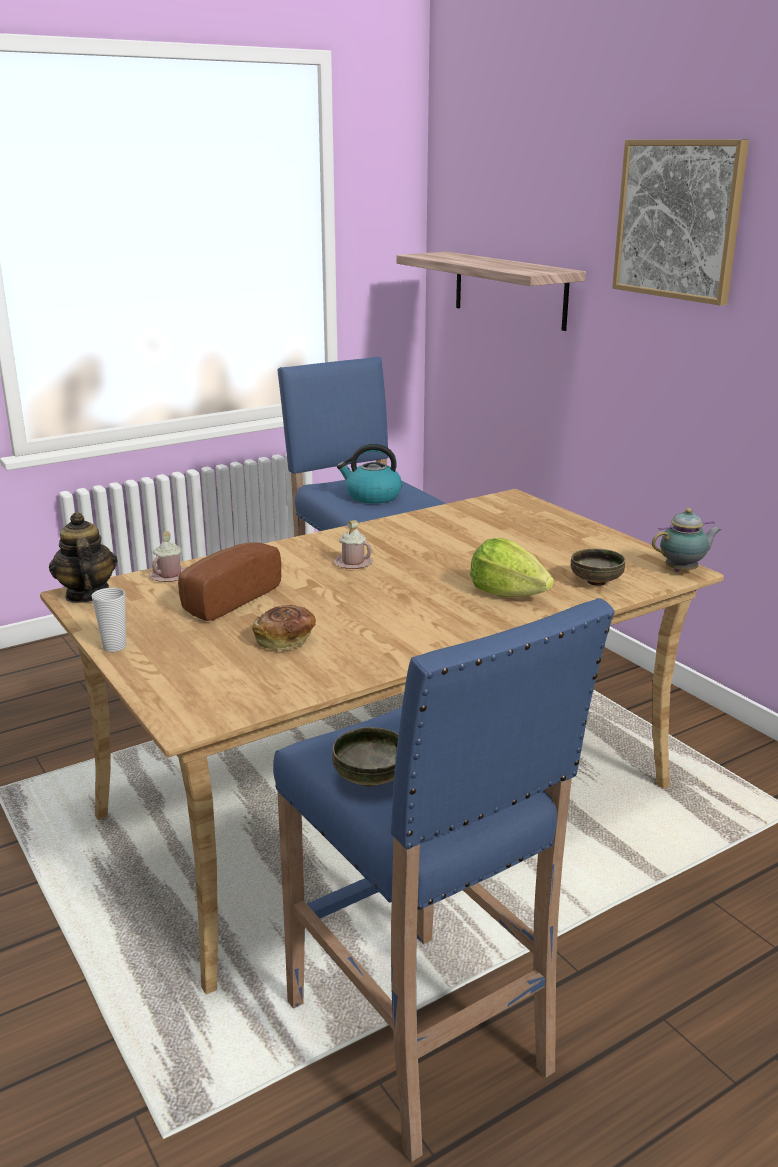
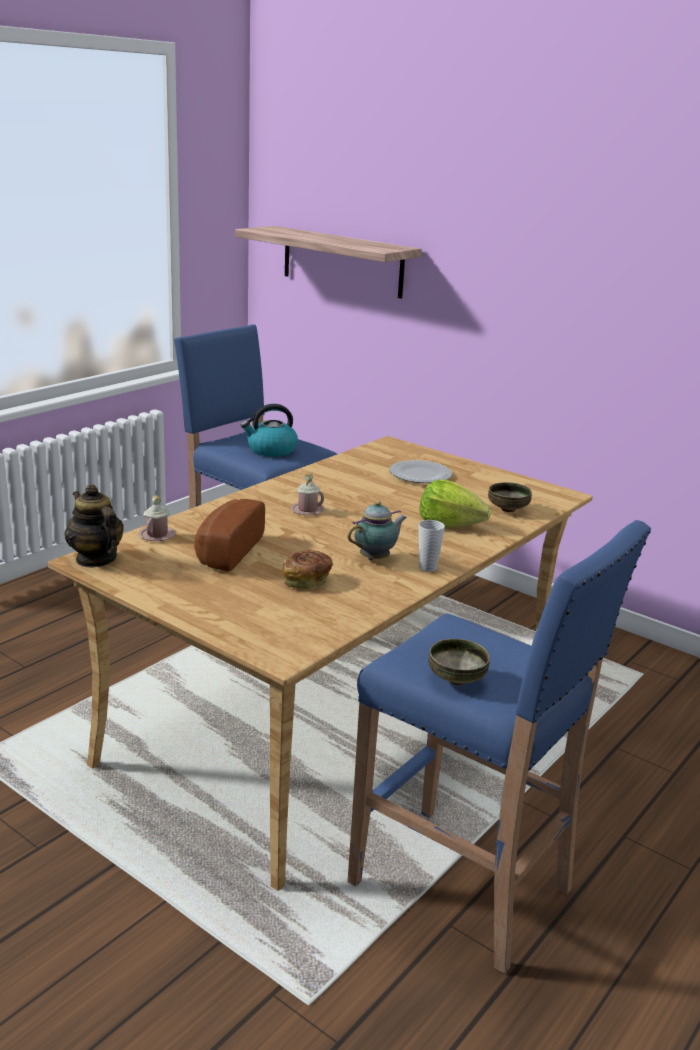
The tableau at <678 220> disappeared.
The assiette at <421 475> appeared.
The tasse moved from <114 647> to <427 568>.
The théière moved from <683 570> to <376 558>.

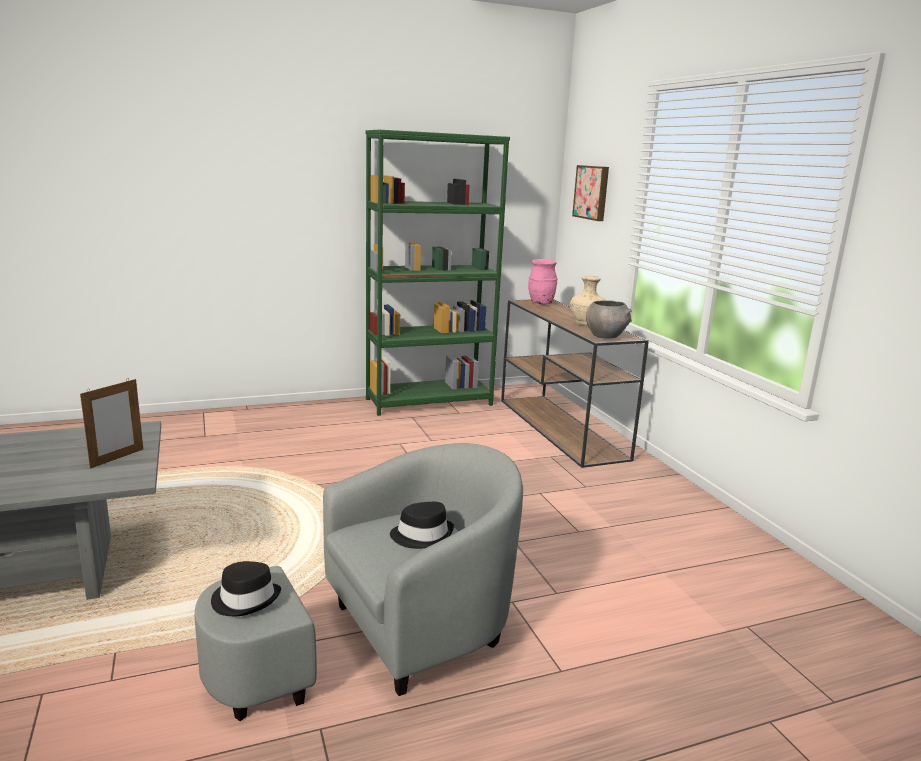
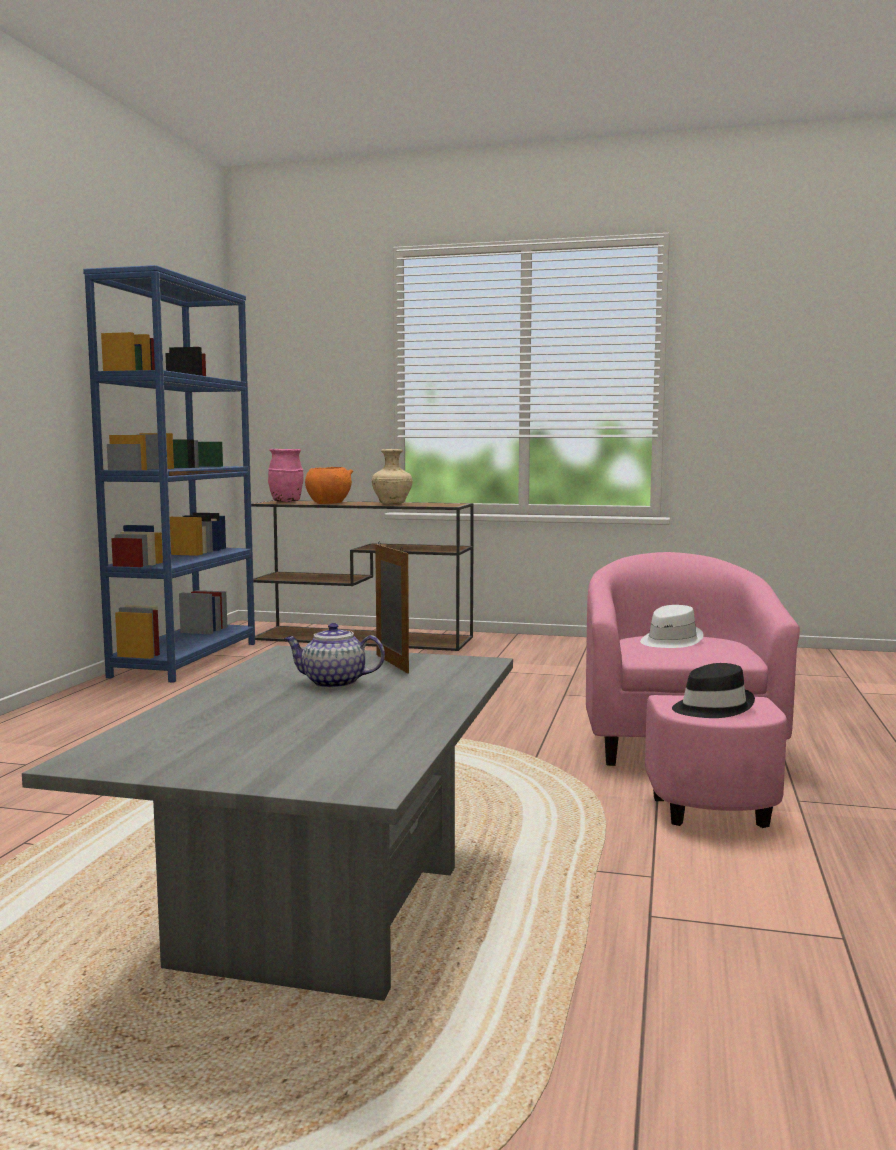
The tableau at <592 192> disappeared.
The bol [gris] at <606 336> disappeared.
The théière at <332 683> appeared.
The bol [orange] at <328 503> appeared.
The fauteuil [gris] at <385 641> became the fauteuil [rose] at <684 759>.
The bibliothèque [vert] at <429 402> became the bibliothèque [bleu] at <186 659>.
The chapeau [noir] at <422 535> became the chapeau [blanc] at <669 641>.

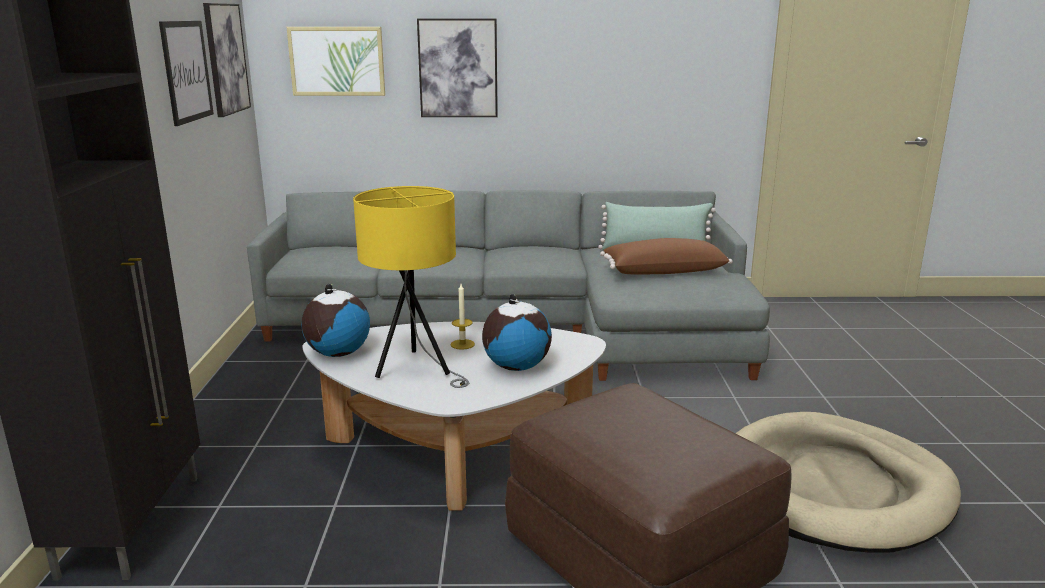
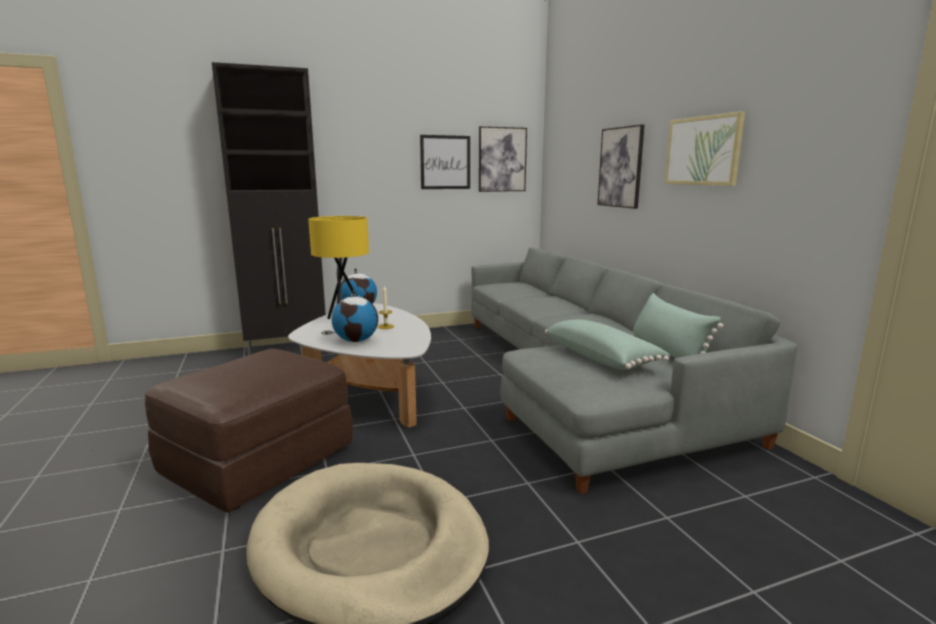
The tableau moved from <337 61> to <703 151>.
The coussin [marron] at <663 271> became the coussin [vert] at <602 358>.

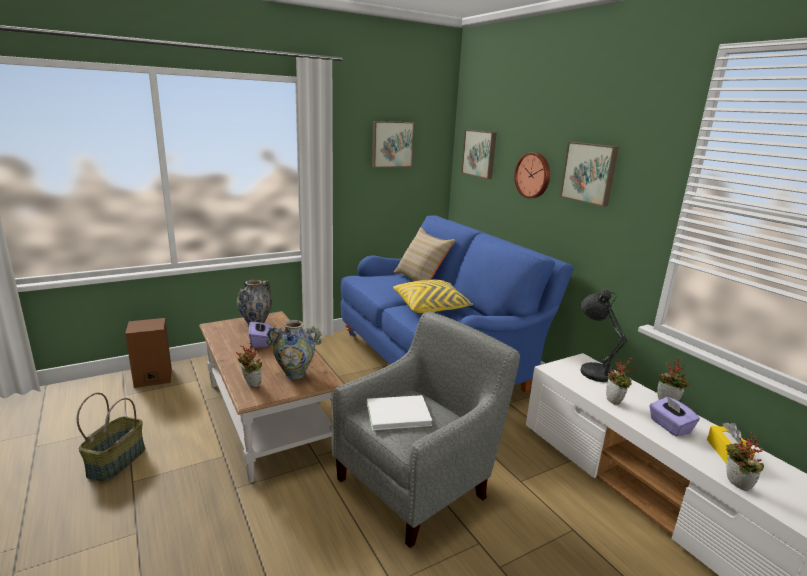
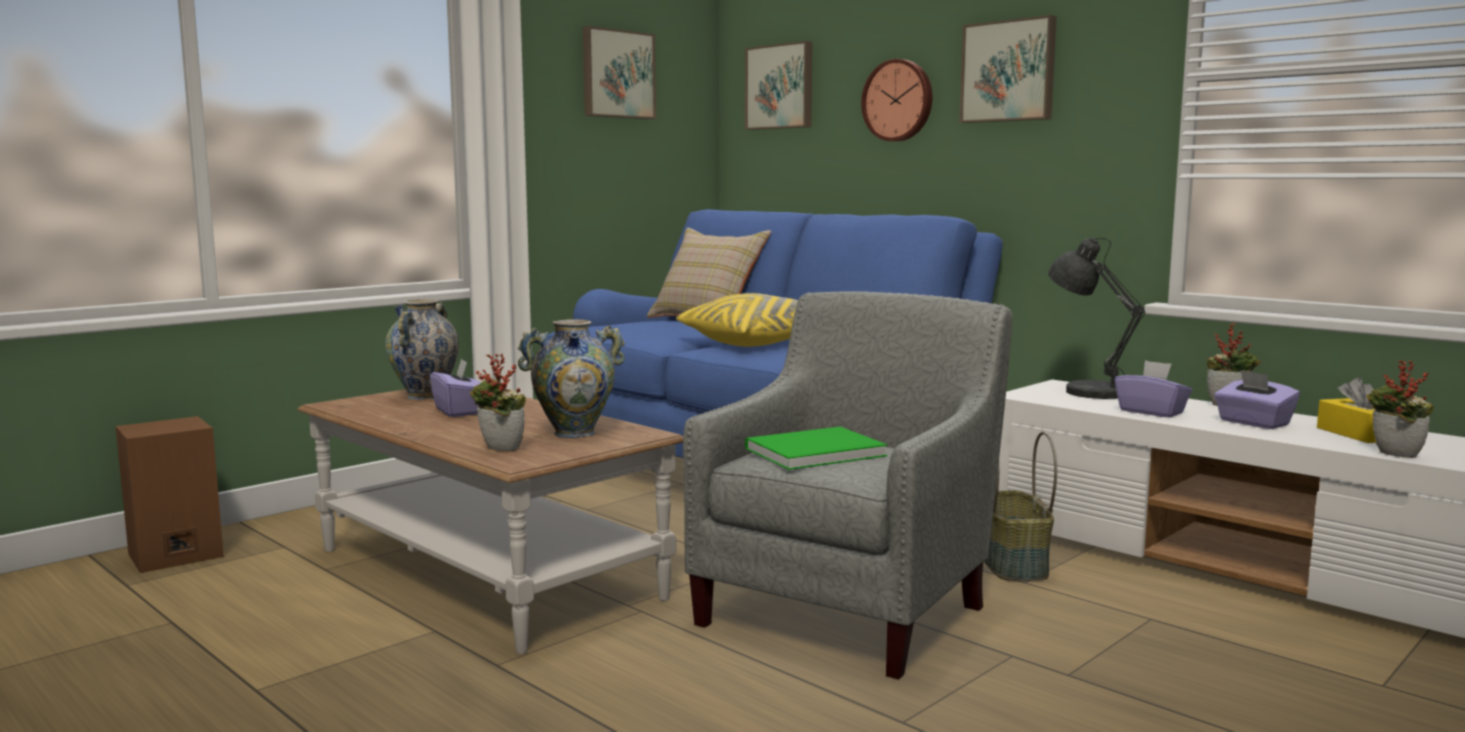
The panier moved from <116 461> to <1009 562>.
The plante en pot at <615 401> was replaced by the boîte à mouchoirs [violet] at <1151 412>.
The livre [blanc] at <396 413> became the livre [vert] at <810 452>.

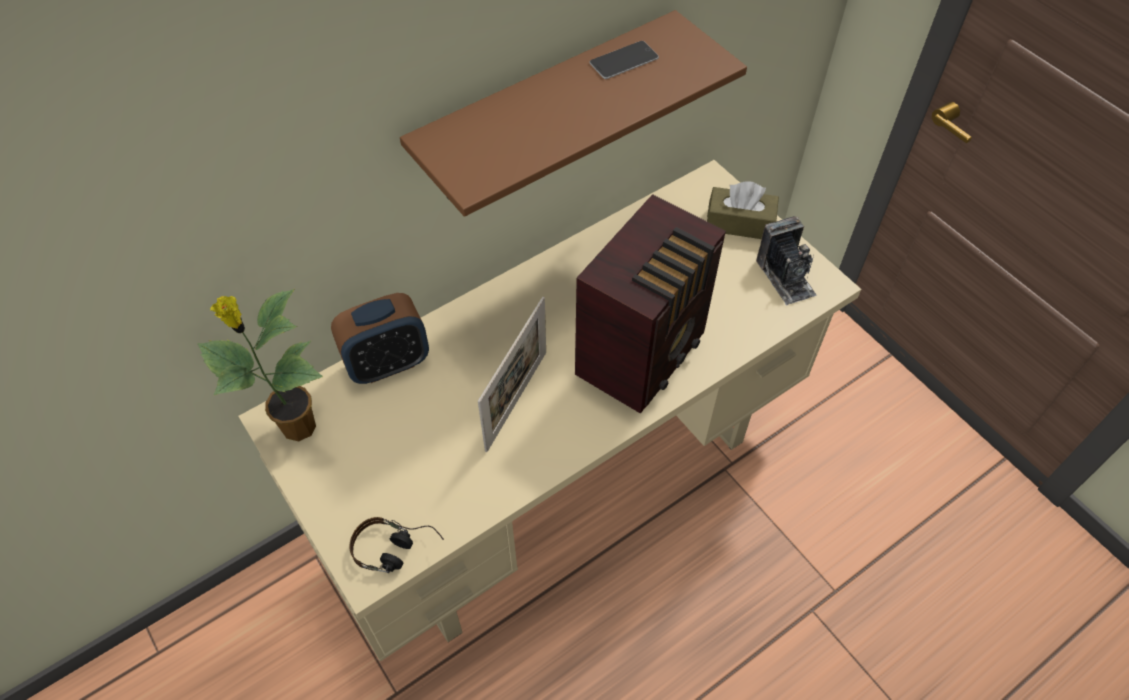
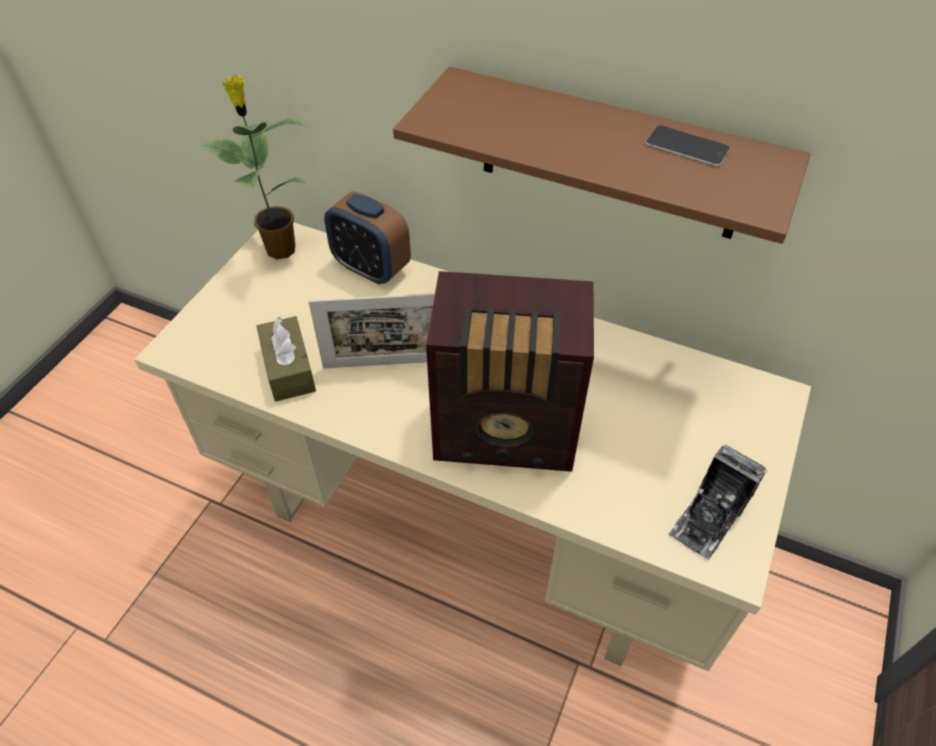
The casque audio at <398 551> disappeared.
The boîte à mouchoirs [marron] moved from <739 223> to <288 368>.

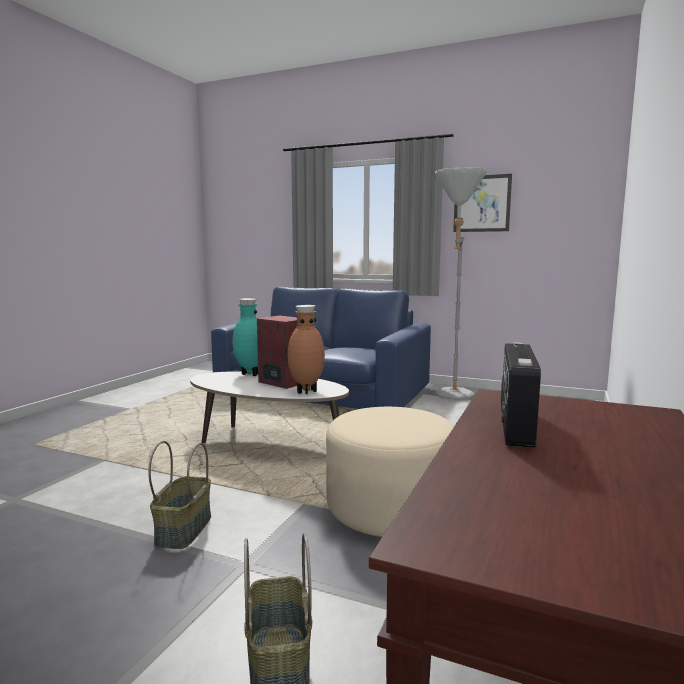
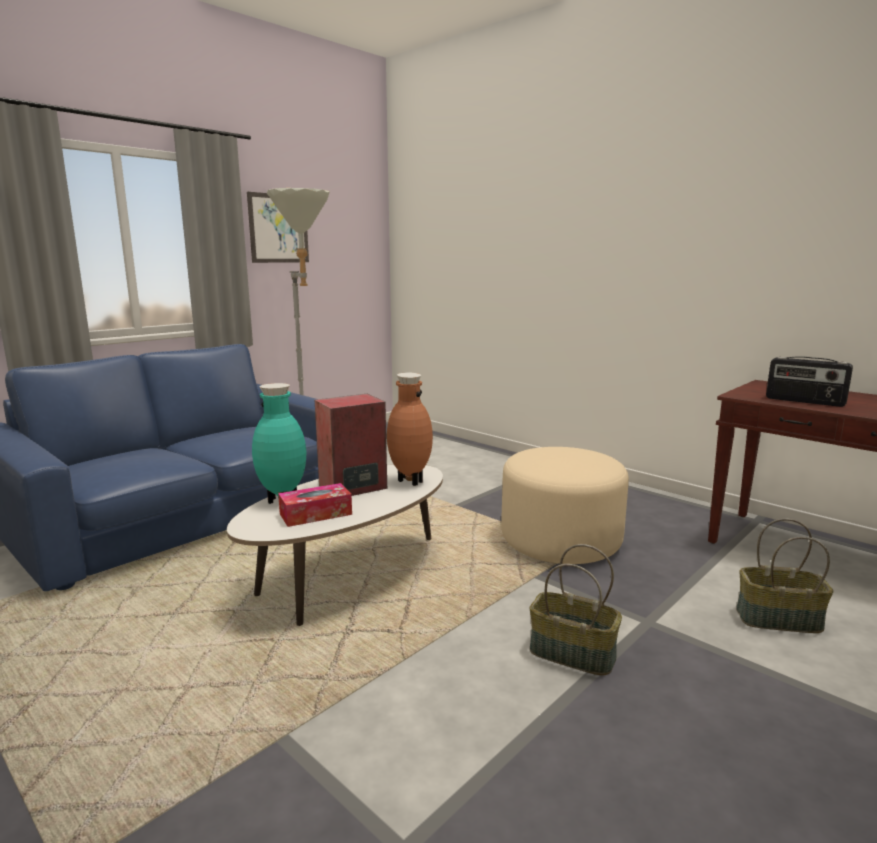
The boîte à mouchoirs at <315 514> appeared.

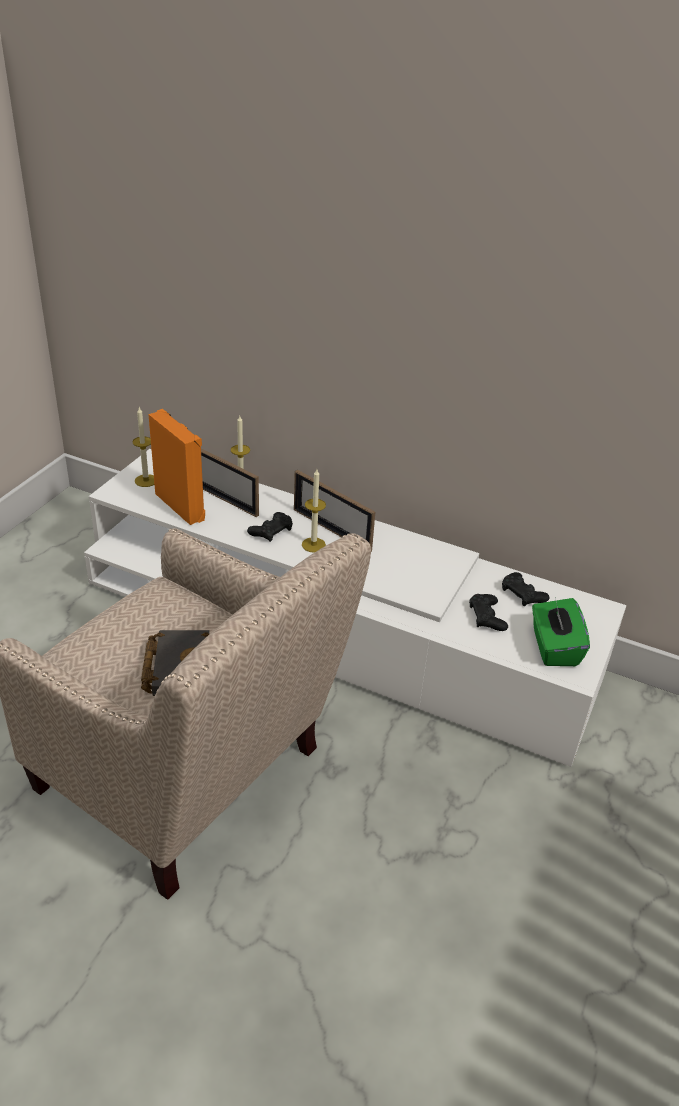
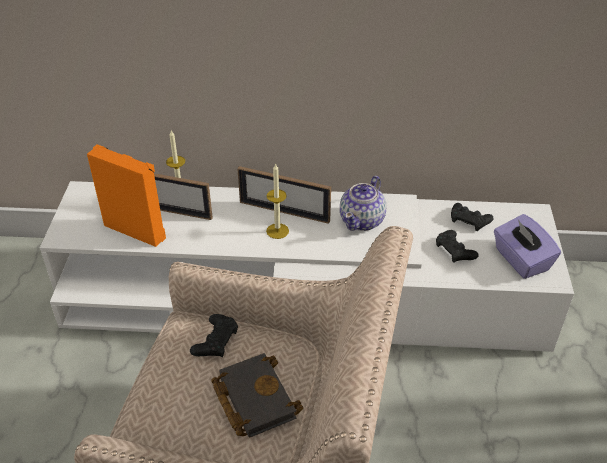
The bougie at <146 480> disappeared.
The théière at <362 220> appeared.
The manette [noir] moved from <271 531> to <215 341>.
The boîte à mouchoirs [vert] at <554 647> became the boîte à mouchoirs [violet] at <520 260>.

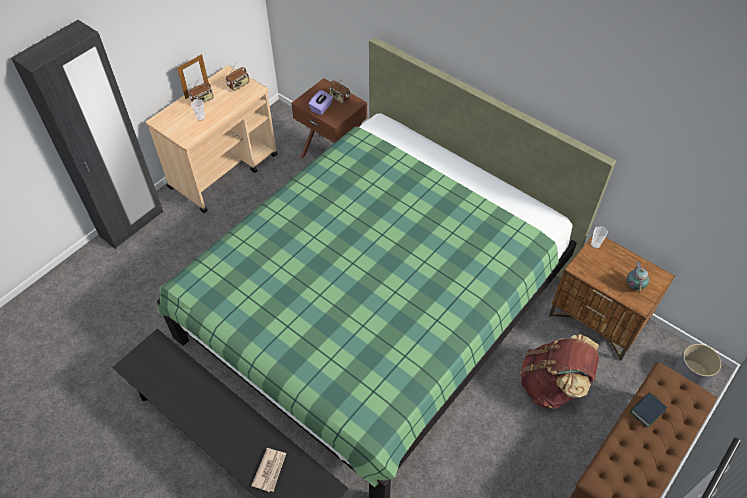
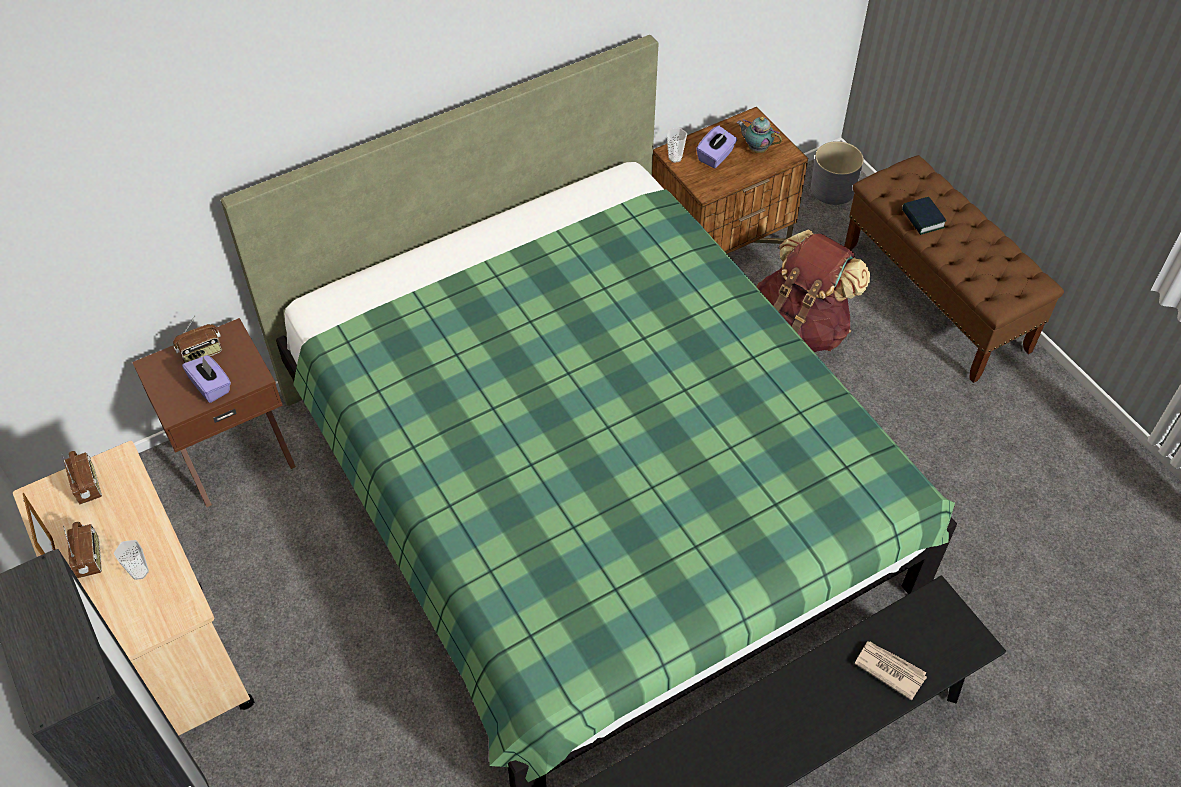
The boîte à mouchoirs [violet] at <715 156> appeared.

